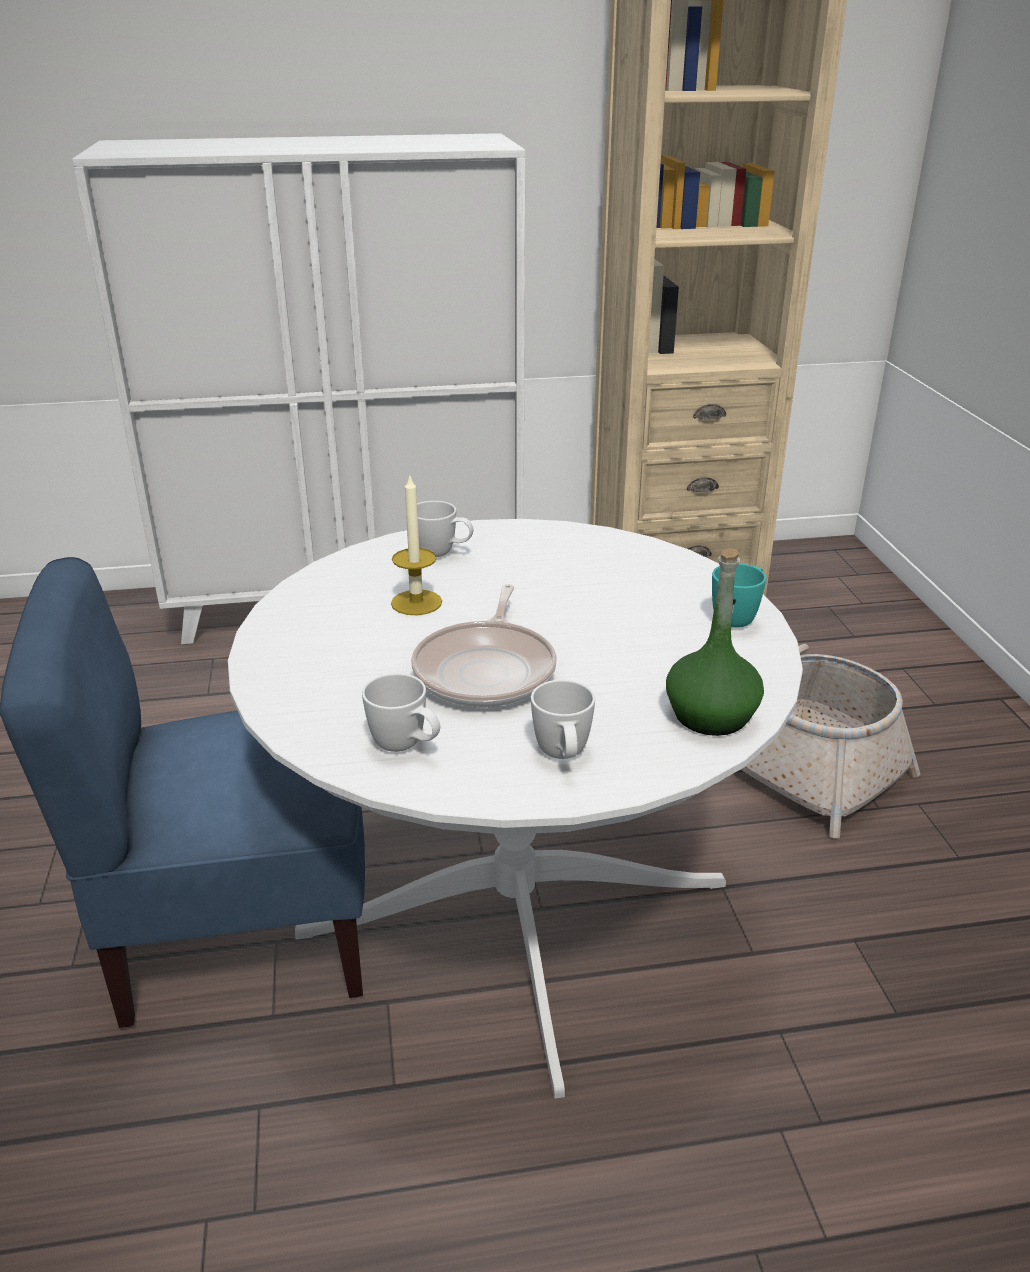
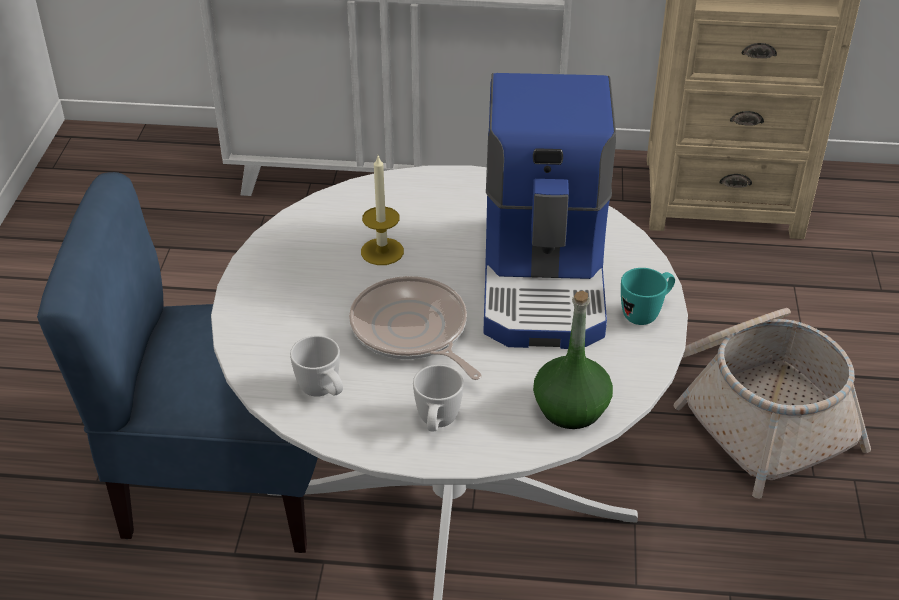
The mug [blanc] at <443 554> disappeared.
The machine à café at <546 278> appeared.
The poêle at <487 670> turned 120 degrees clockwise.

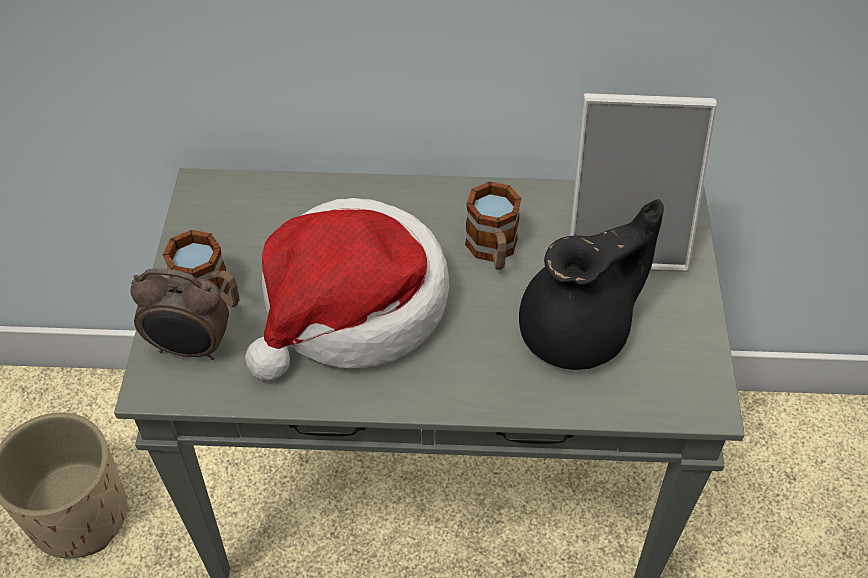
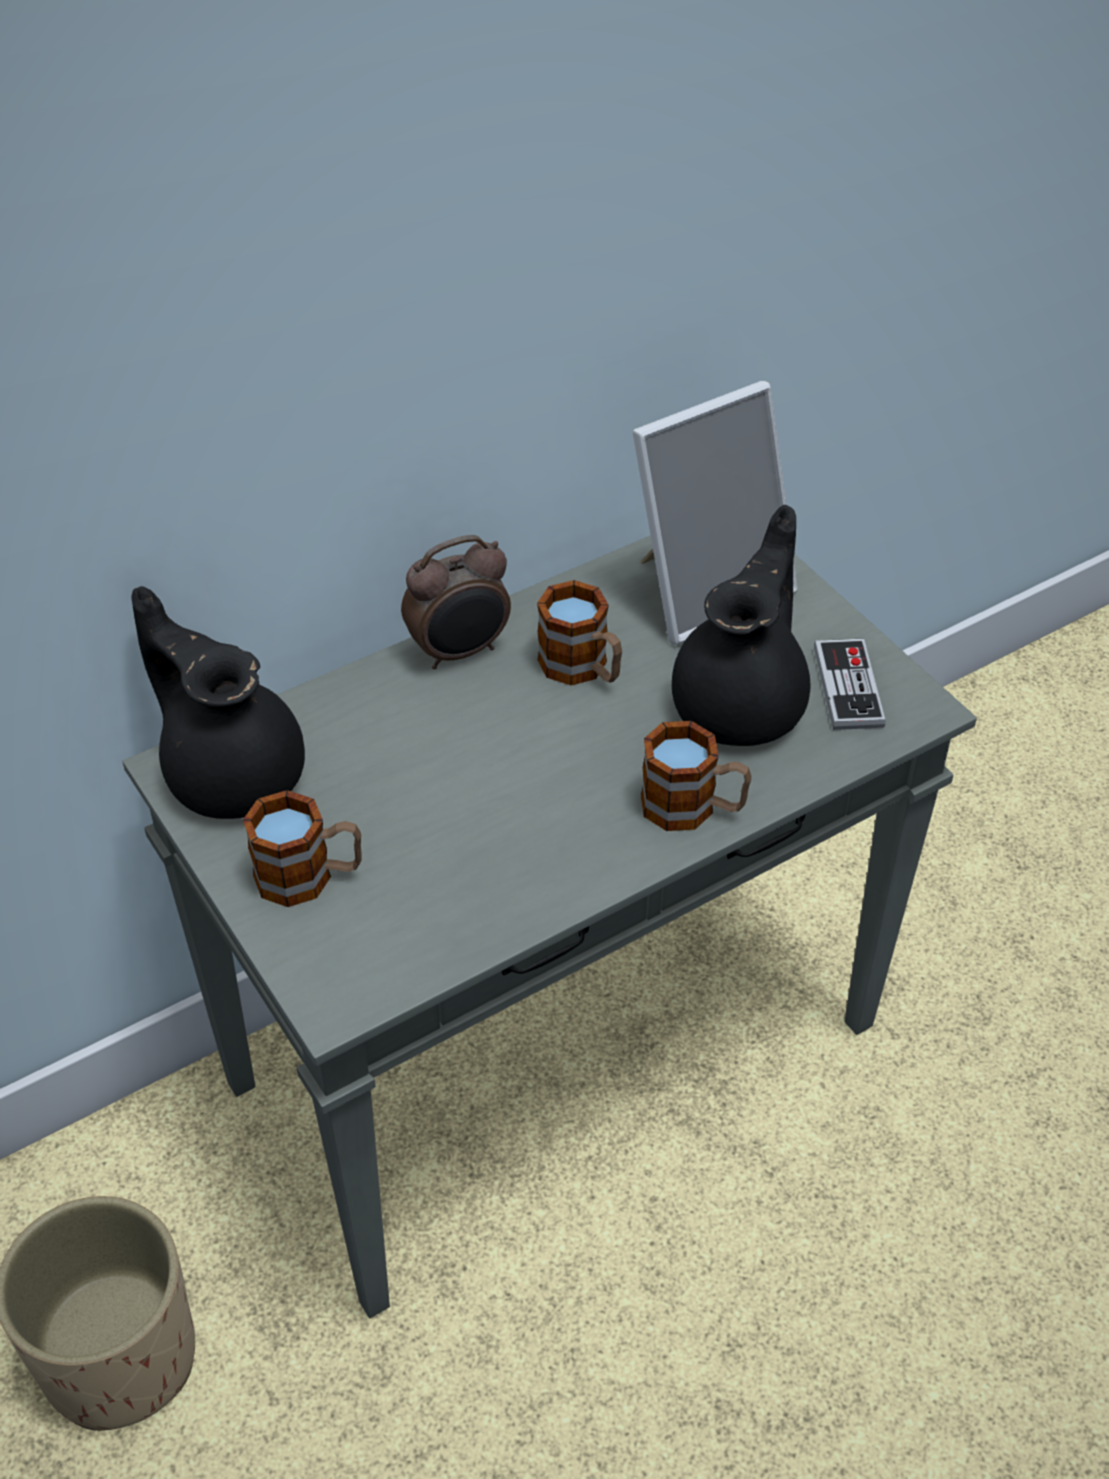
The chapeau at <352 306> disappeared.
The théière [noir] at <232 771> appeared.
The mug at <693 808> appeared.
The manette at <848 687> appeared.
The réveil moved from <191 348> to <460 652>.

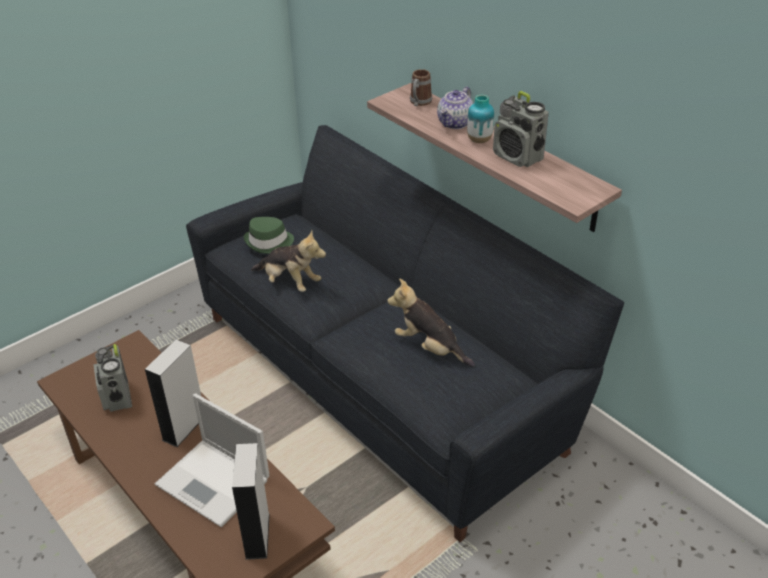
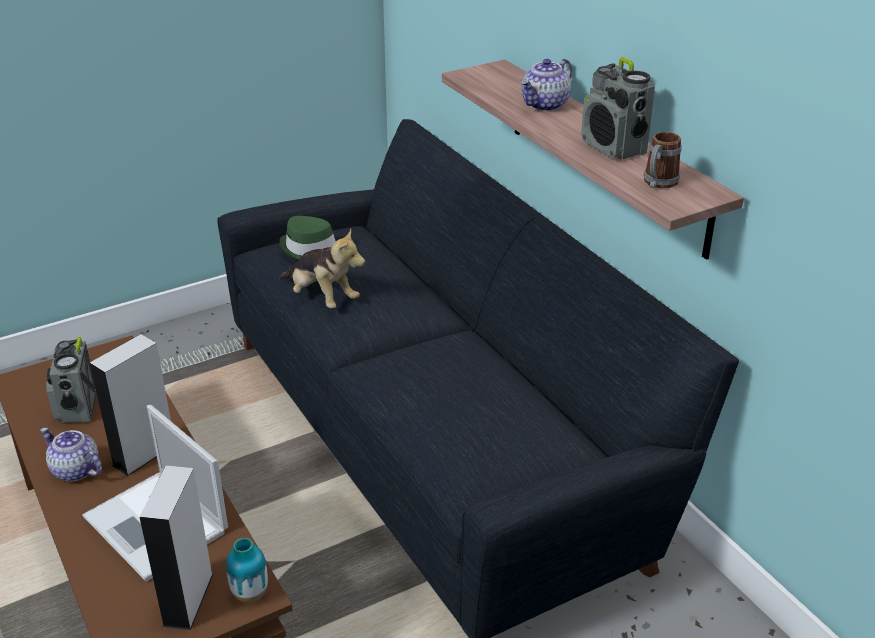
The peluche at <429 348> disappeared.
The théière at <75 470> appeared.
The mug moved from <419 103> to <658 184>.
The vase moved from <479 140> to <250 594>.

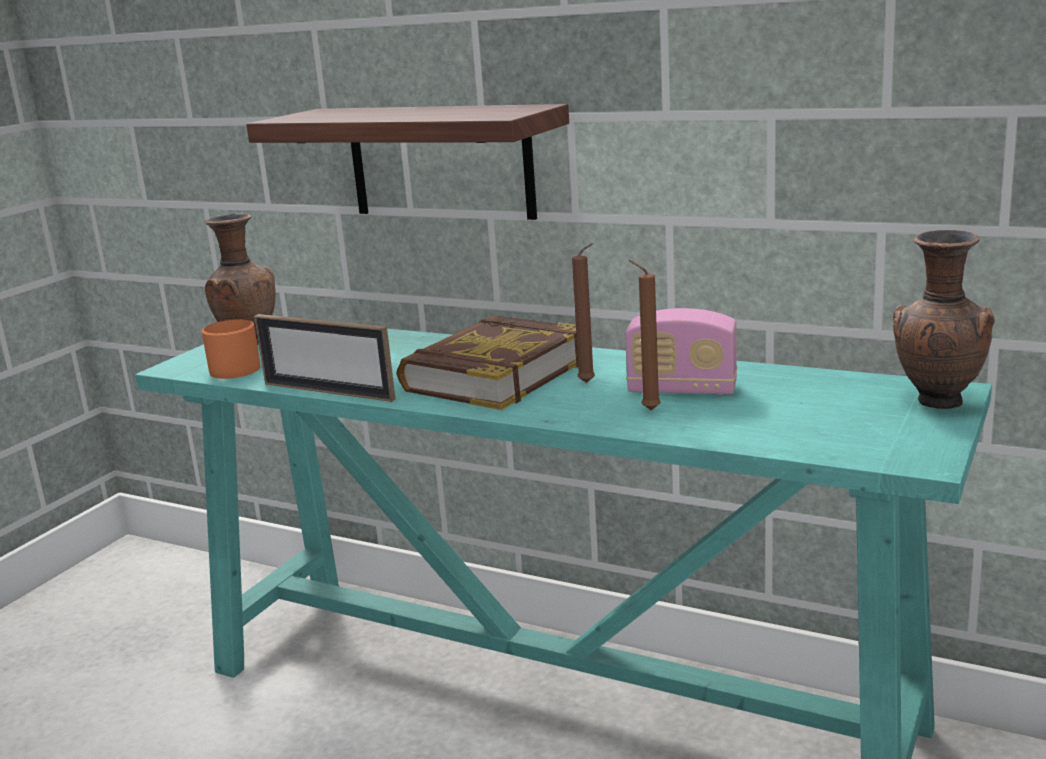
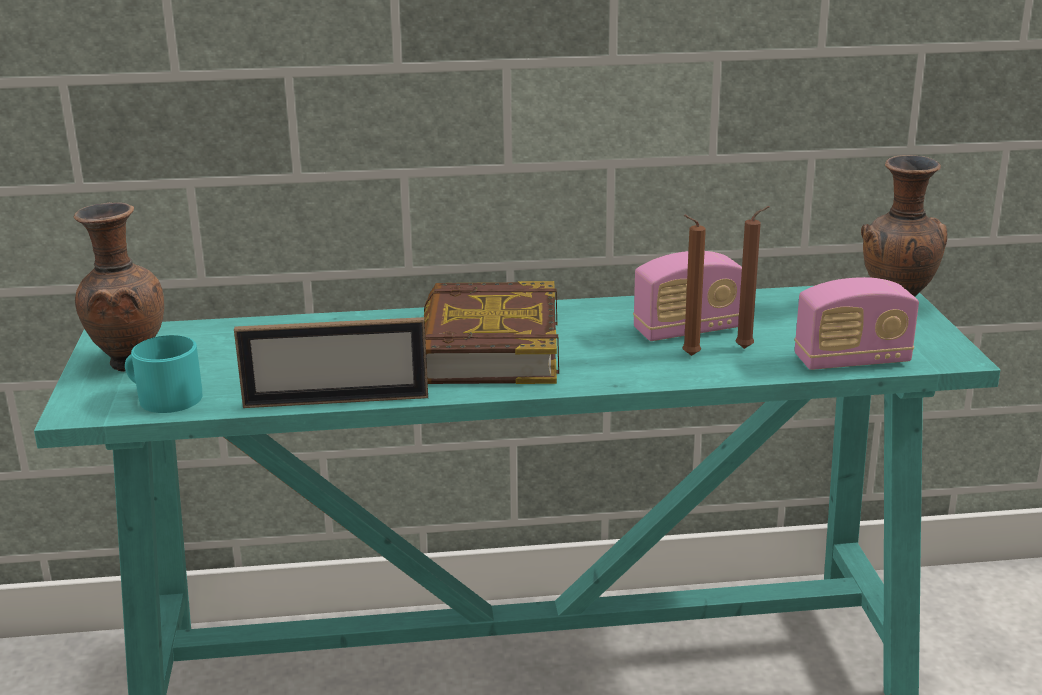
The étagère at <440 162> disappeared.
The radio at <852 361> appeared.
The bougie [marron] moved from <589 383> to <747 348>.
The mug [orange] at <232 368> became the mug [turquoise] at <163 397>.

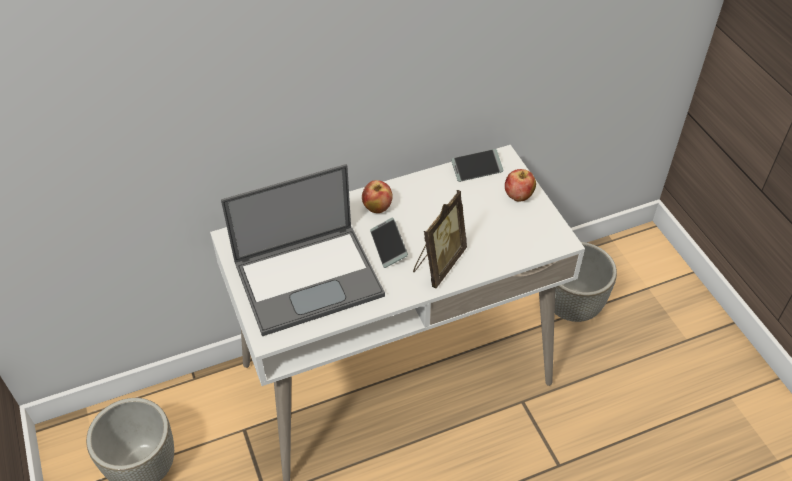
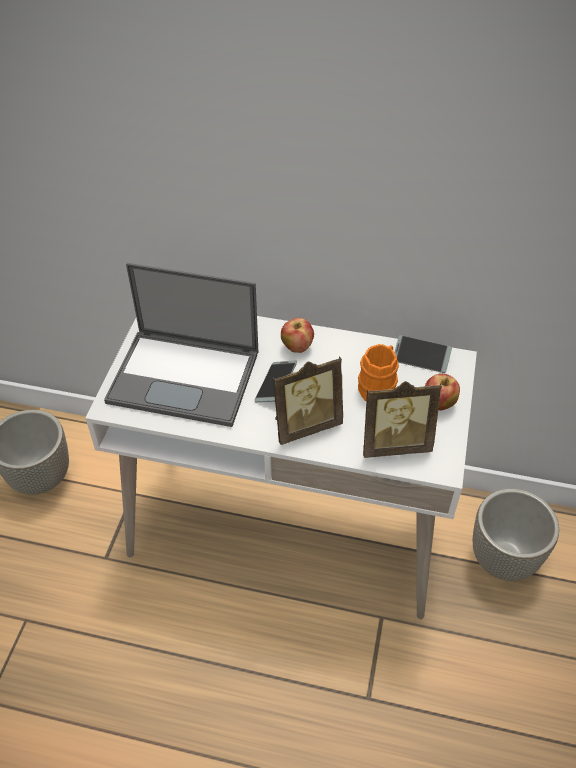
The mug [orange] at <378 386> appeared.
The cadre photo at <394 443> appeared.

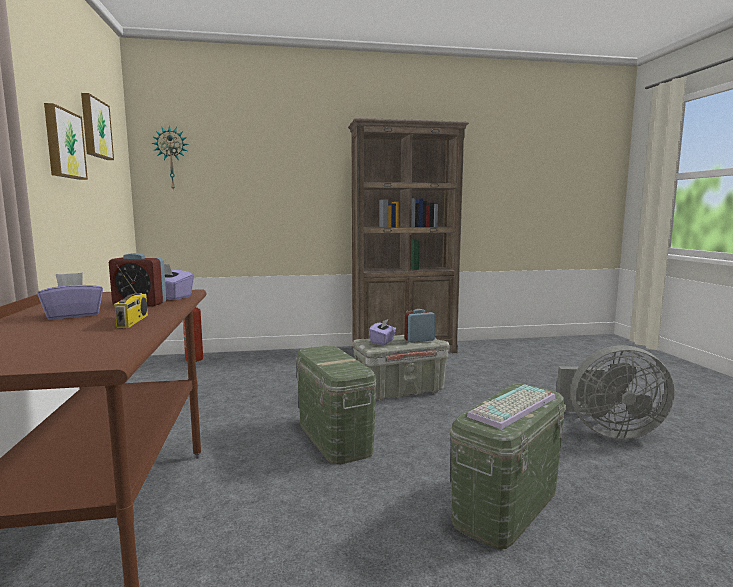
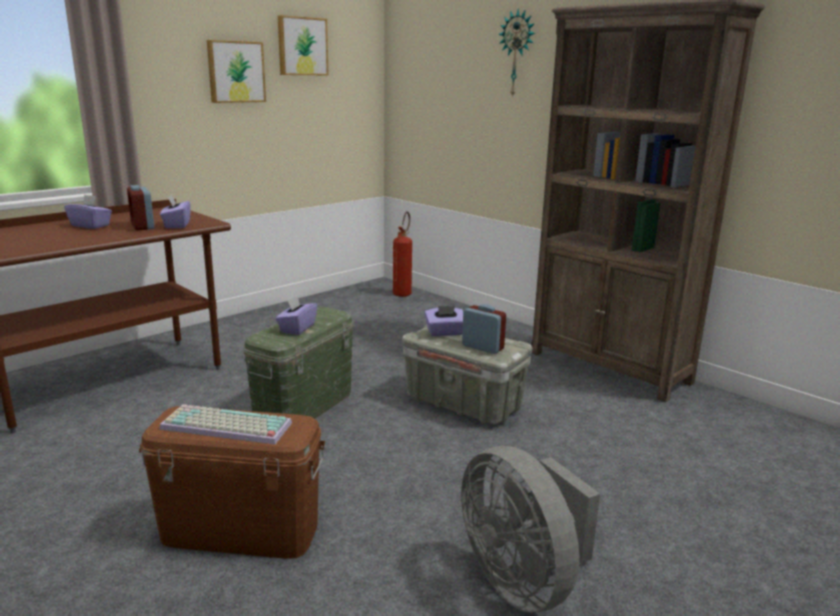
The radio at <133 321> disappeared.
The boîte à mouchoirs [violet] at <297 328> appeared.
The horloge murale moved from <171 158> to <517 53>.
The boîte de rangement [vert] at <507 506> became the boîte de rangement [marron] at <240 531>.

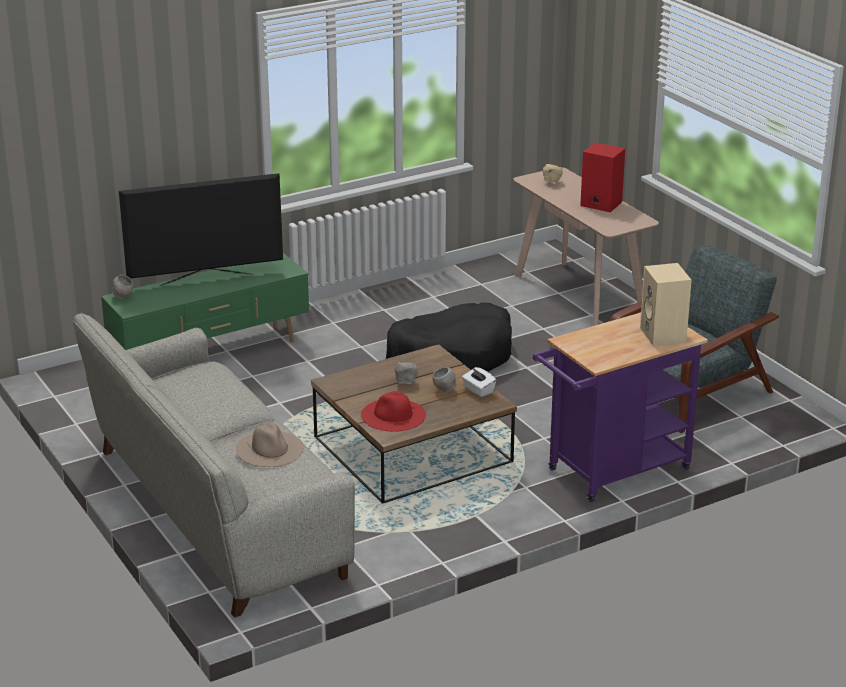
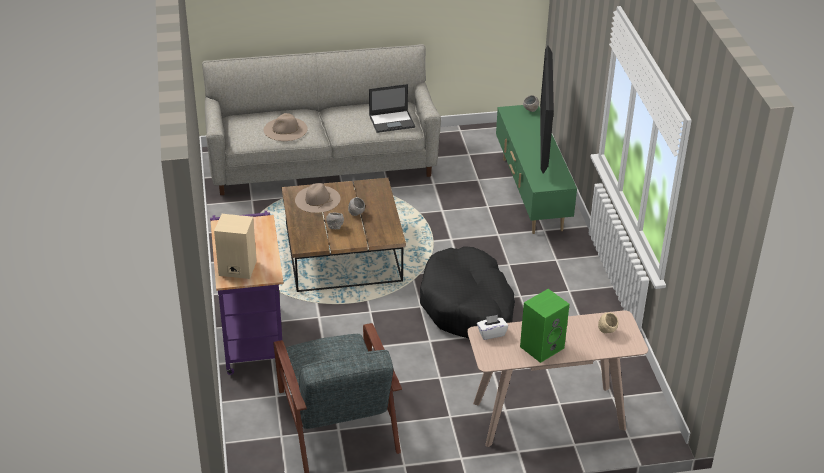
The ordinateur portable at <392 121> appeared.
The boîte à mouchoirs [blanc] moved from <478 390> to <491 333>.
The chapeau [rouge] at <393 415> became the chapeau [beige] at <317 199>.
The enceinte [rouge] at <600 204> became the enceinte [vert] at <542 346>.

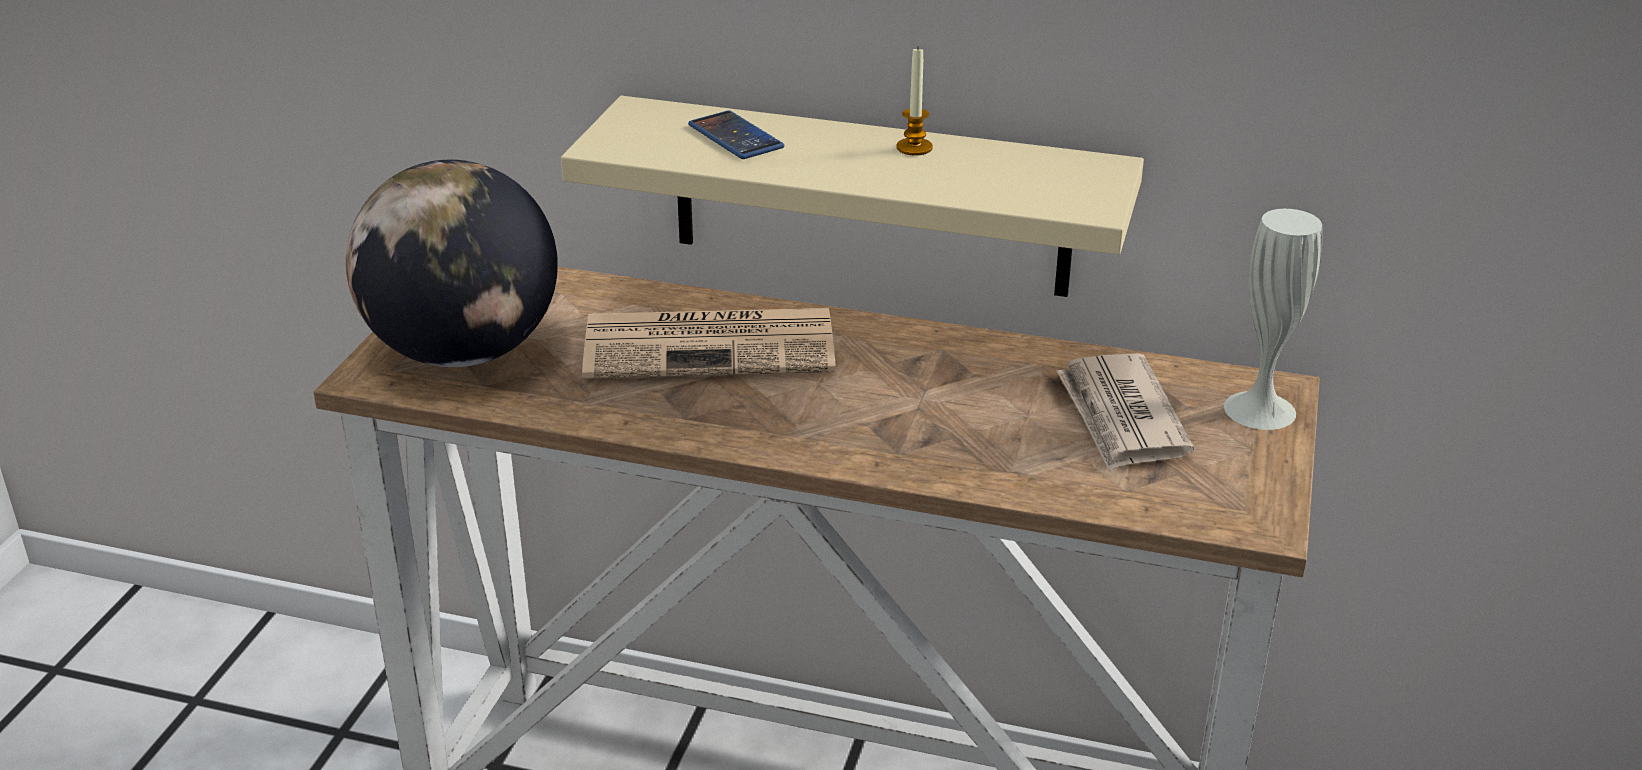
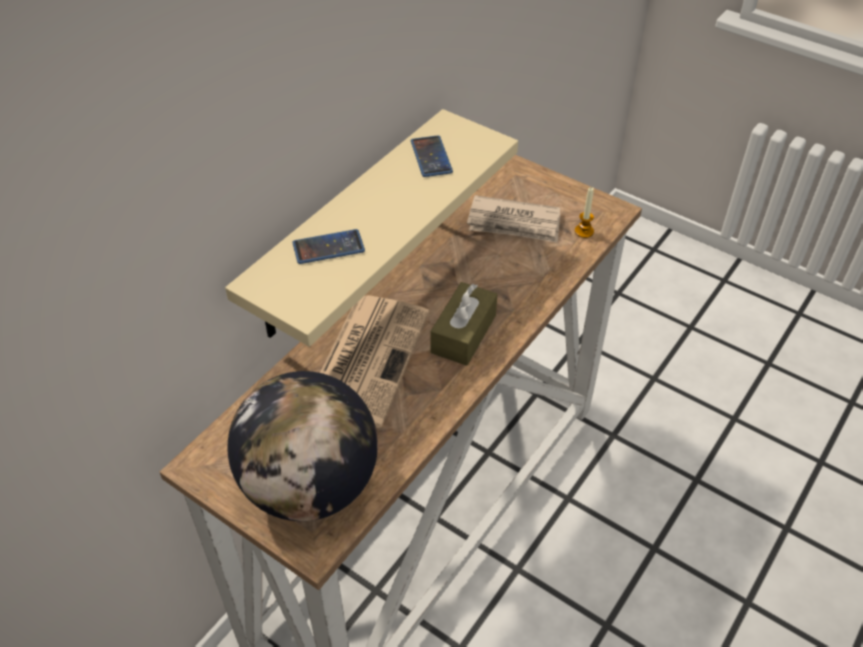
The vase [blanc] at <1259 410> disappeared.
The téléphone at <431 157> appeared.
The boîte à mouchoirs [marron] at <463 334> appeared.
The bougie moved from <914 148> to <584 231>.

